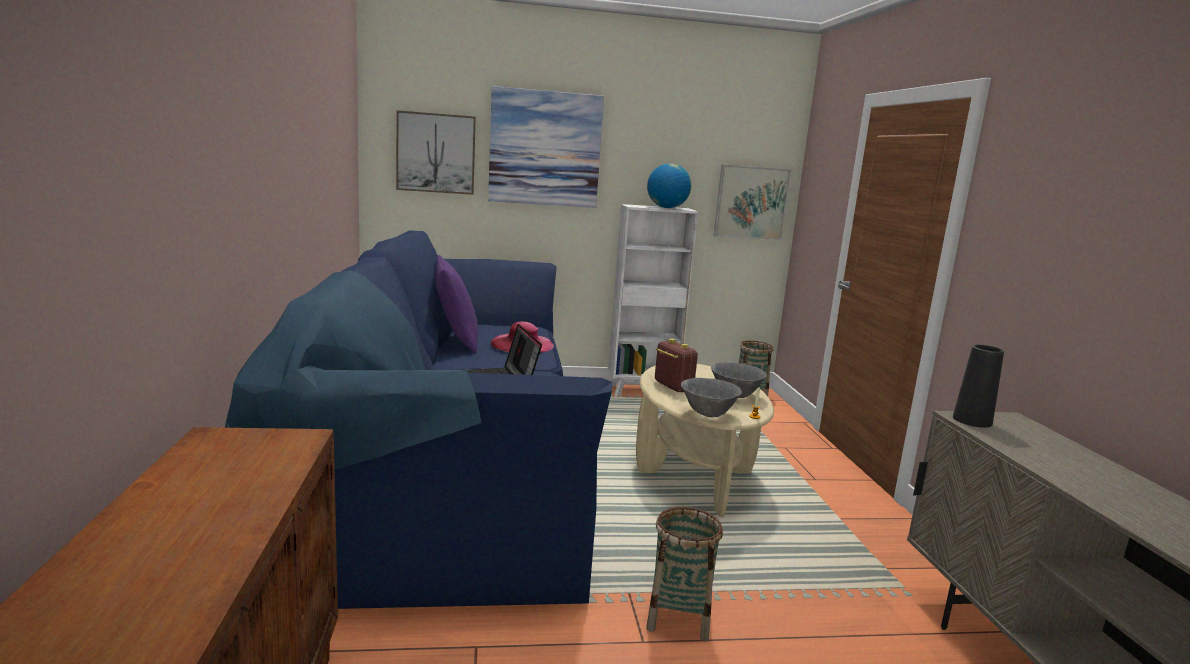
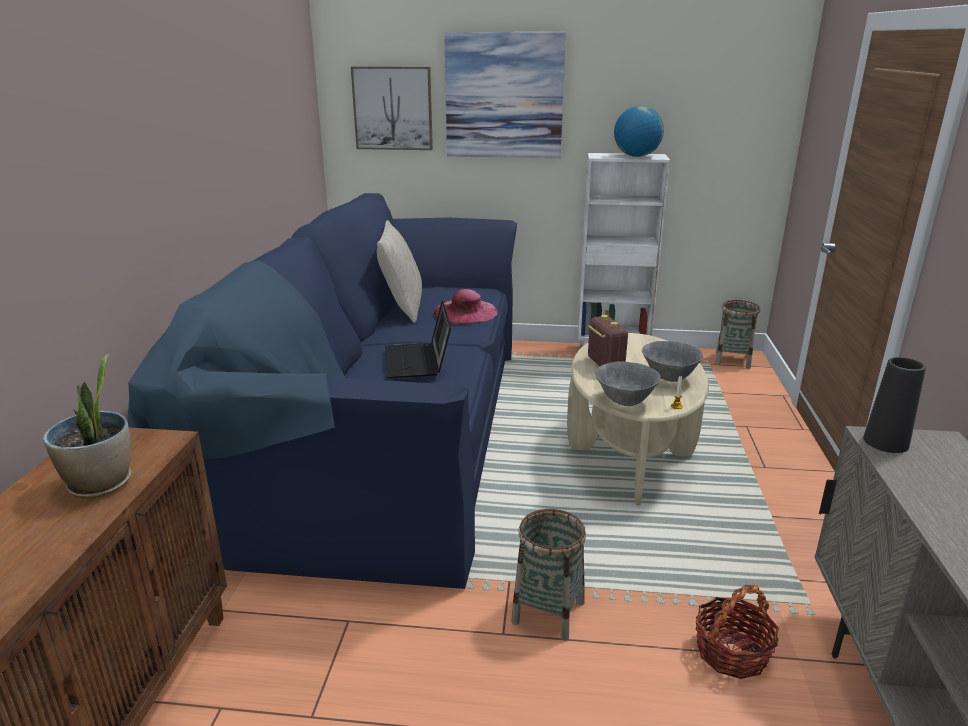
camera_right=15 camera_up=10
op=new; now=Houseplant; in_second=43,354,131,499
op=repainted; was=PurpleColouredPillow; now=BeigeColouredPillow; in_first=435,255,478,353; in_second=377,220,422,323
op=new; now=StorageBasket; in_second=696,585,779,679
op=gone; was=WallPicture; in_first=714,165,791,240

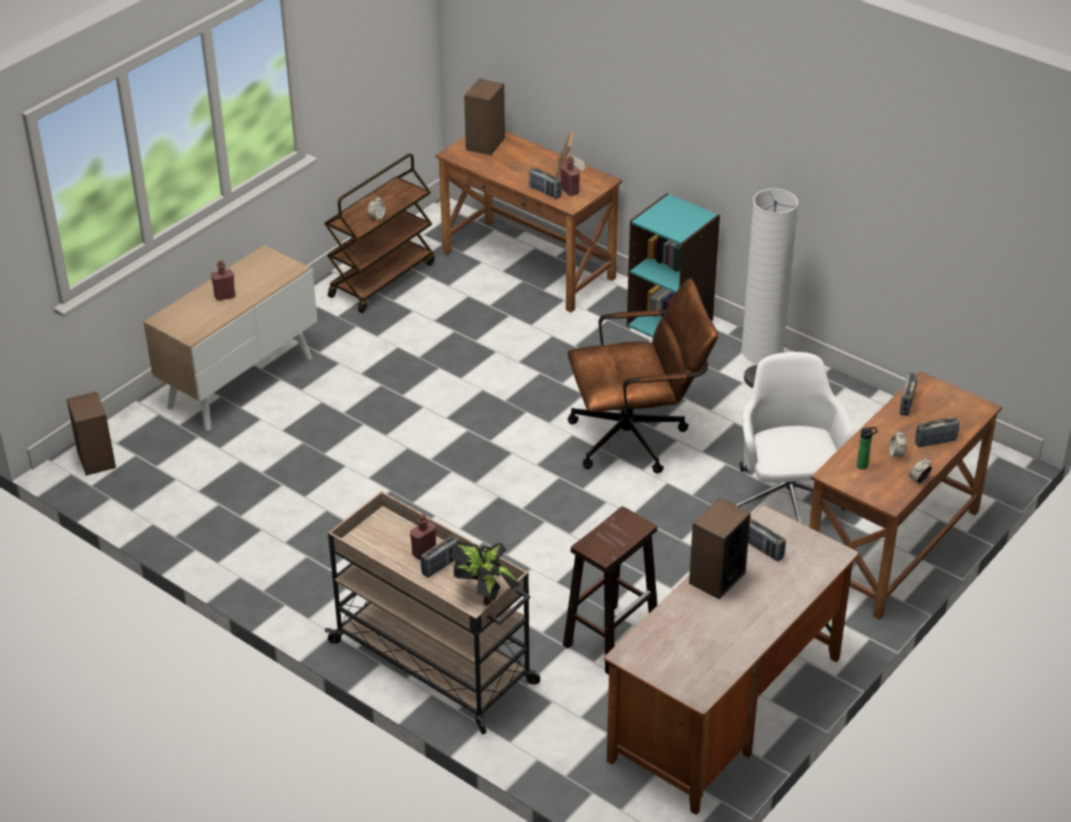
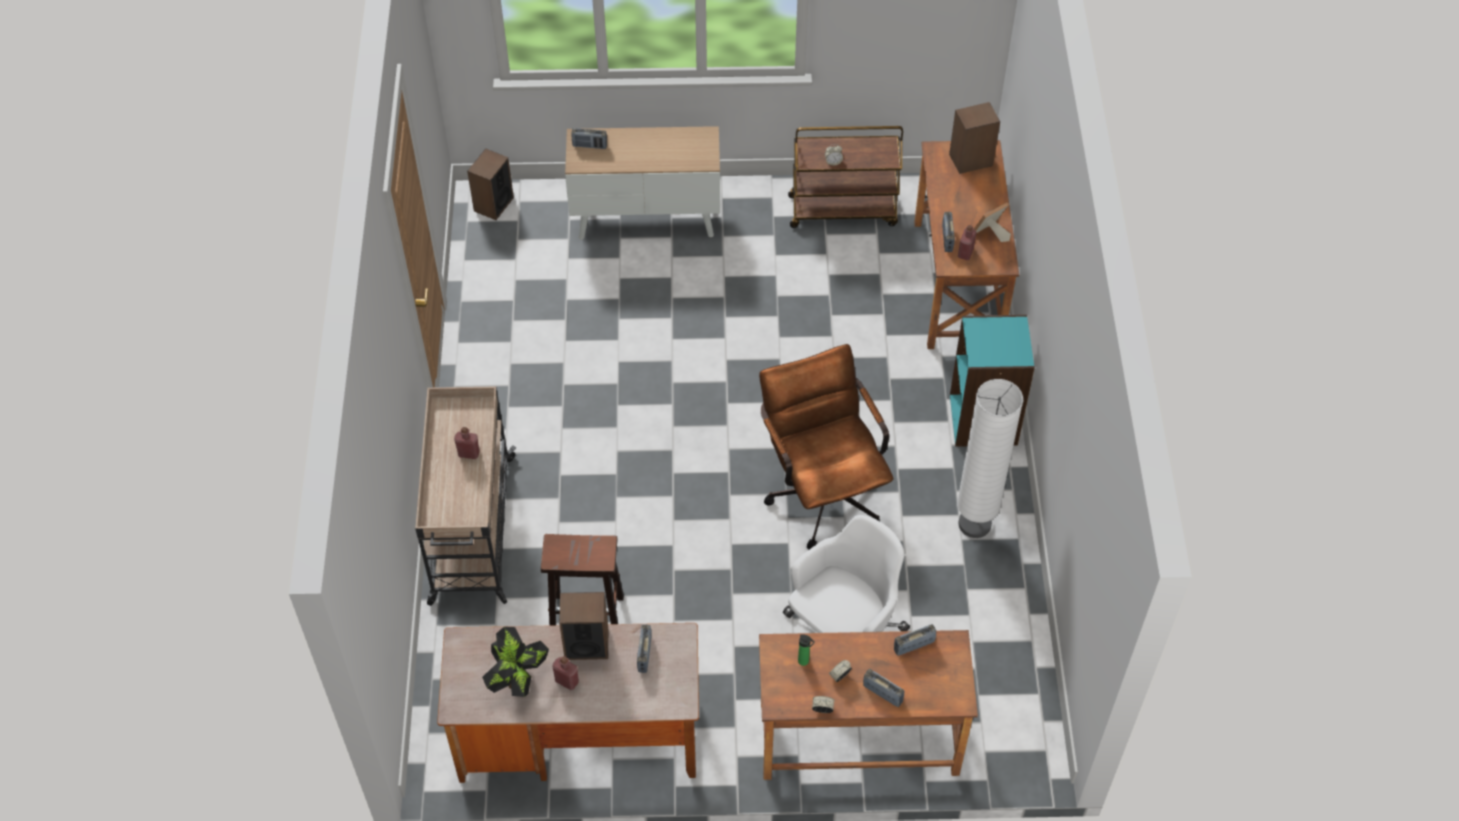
camera_right=50 camera_up=15
op=shifted; was=Houseplant; in_first=450,542,521,606; in_second=482,627,549,697
op=shifted; was=ReddishBeverageBottle; in_first=211,260,236,301; in_second=552,656,579,690
op=shifted; was=RadioSet; in_first=421,535,460,578; in_second=571,128,607,149
op=rotated; was=BrownColouredOfficeChair; in_first=567,278,718,473; in_second=759,344,893,549; clockwise=-150

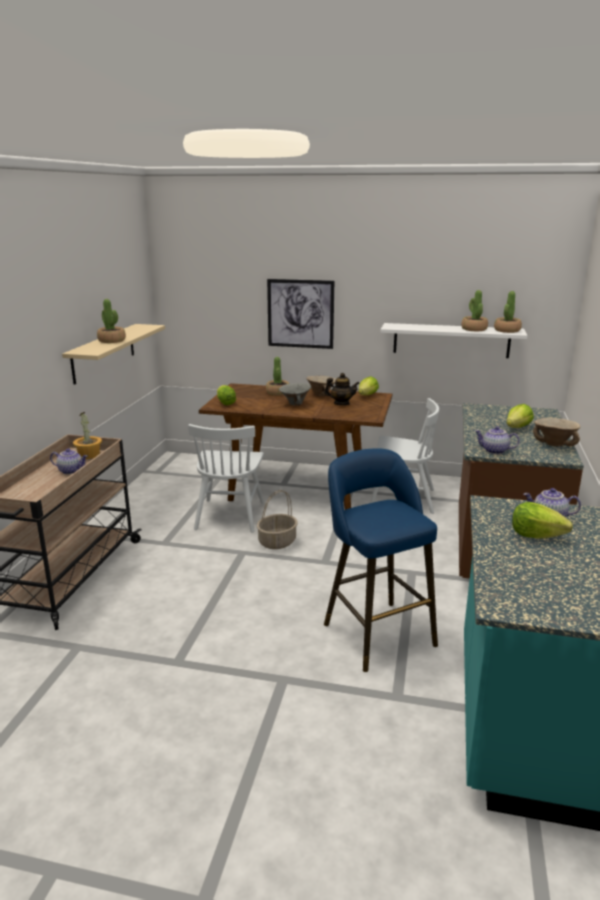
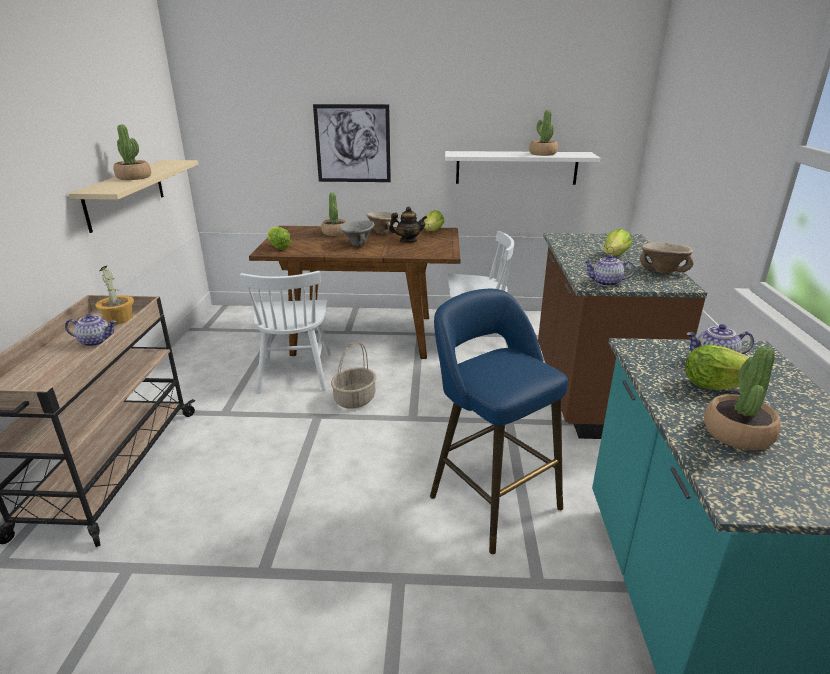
camera_right=-10 camera_up=5
op=shifted; was=Houseplant; in_first=494,291,522,333; in_second=704,346,781,450

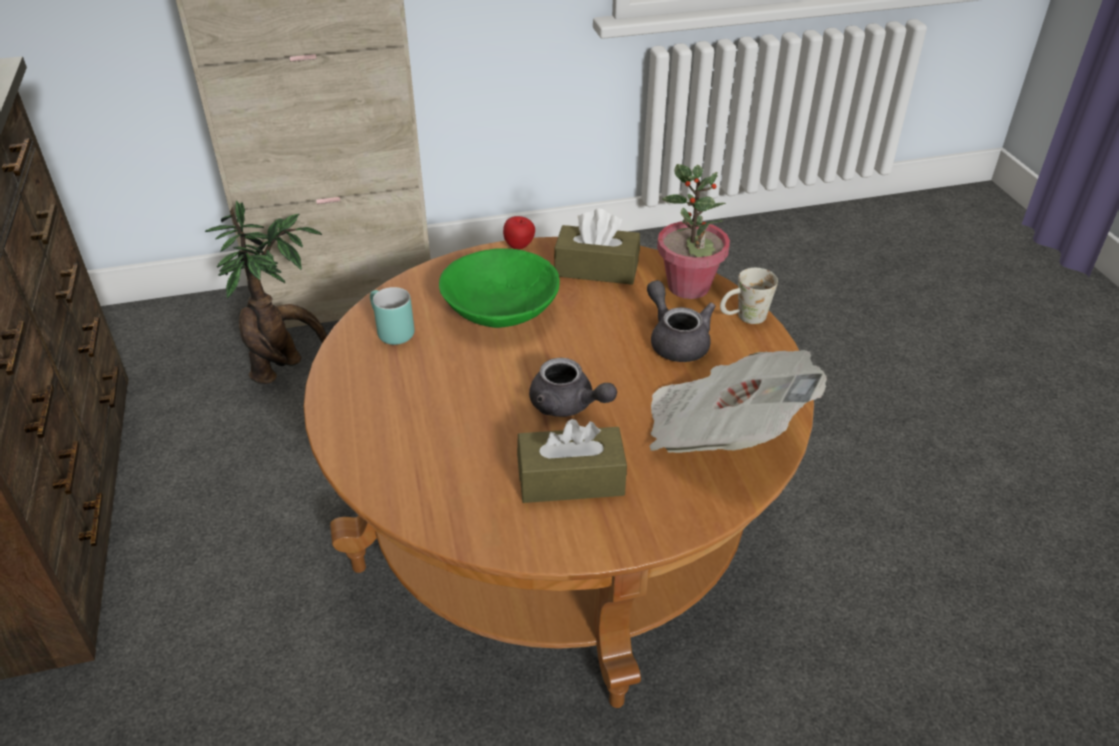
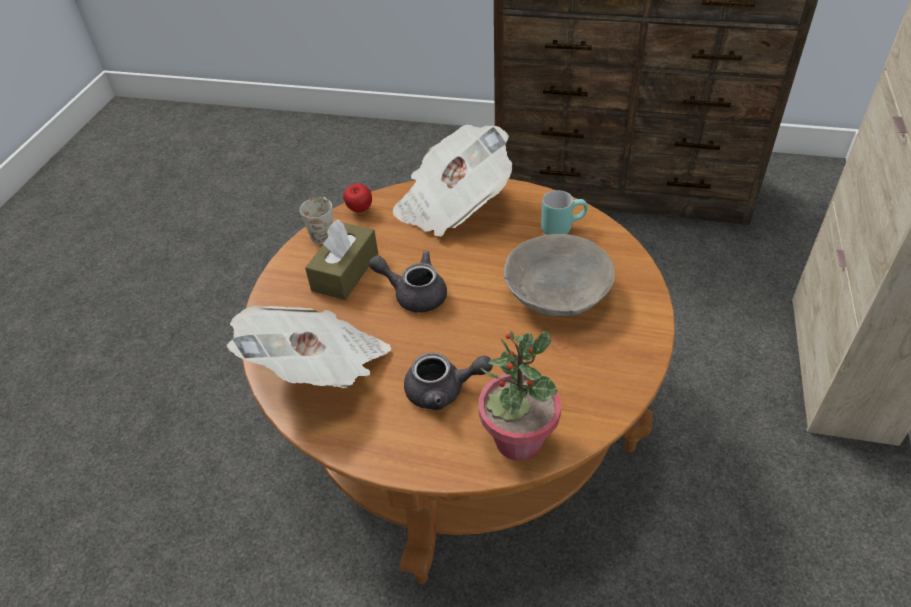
camera_right=120 camera_up=5
op=shifted; was=WhiteColouredMug; in_first=720,268,778,324; in_second=300,197,333,244
op=shifted; was=Apple; in_first=503,216,535,249; in_second=343,184,372,213
op=rotated; was=GrayTeapot; in_first=529,358,617,417; in_second=369,250,447,313; clockwise=45
op=new; now=PrintedPaper; in_second=393,124,512,237
op=repainted; was=GreenishServingBowl; now=GrayServingBowl; in_first=439,248,560,328; in_second=504,234,615,316
op=gone; was=Houseplant; in_first=205,201,327,384
op=gone; was=BrownColouredTissueHolder; in_first=554,209,640,285

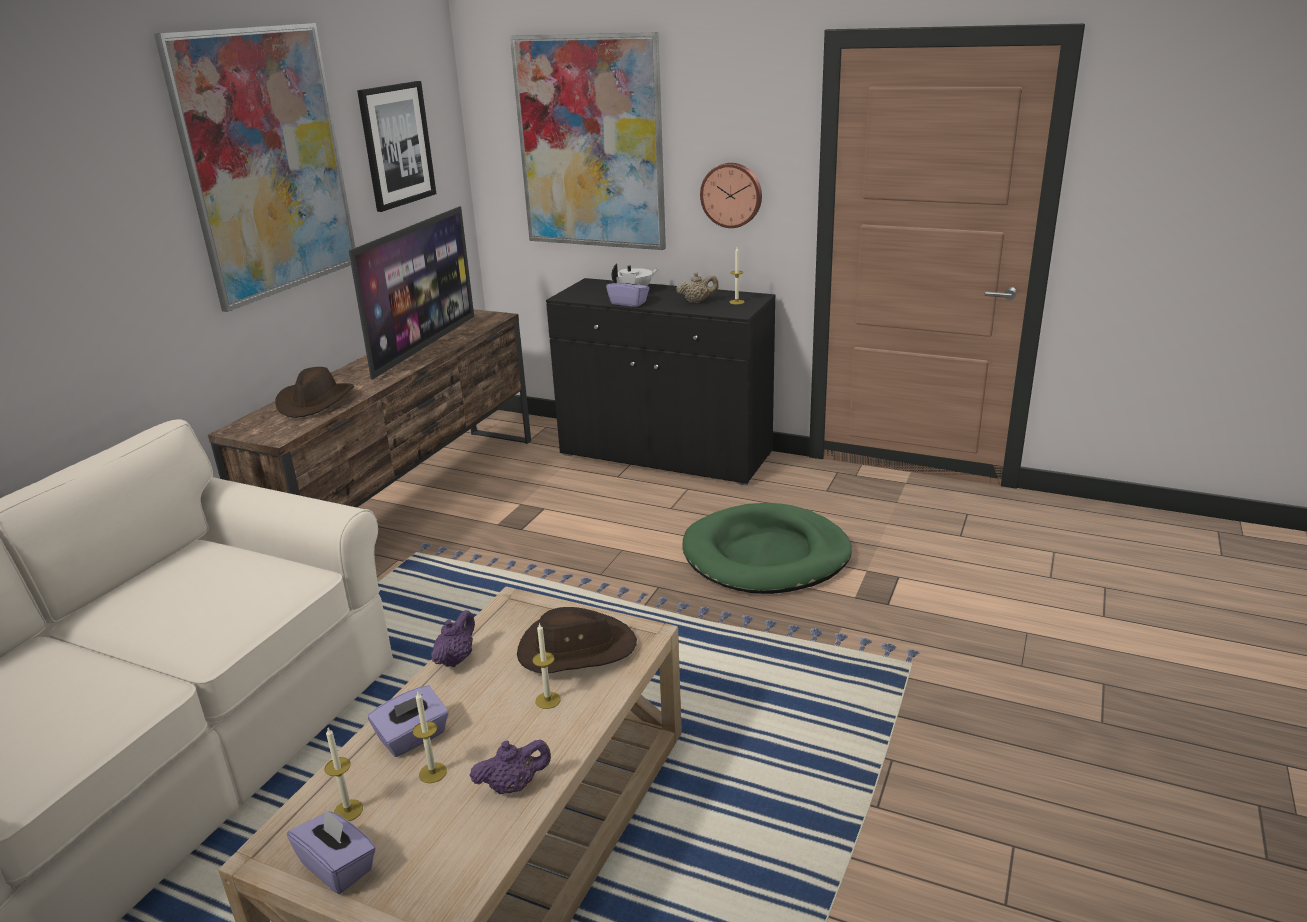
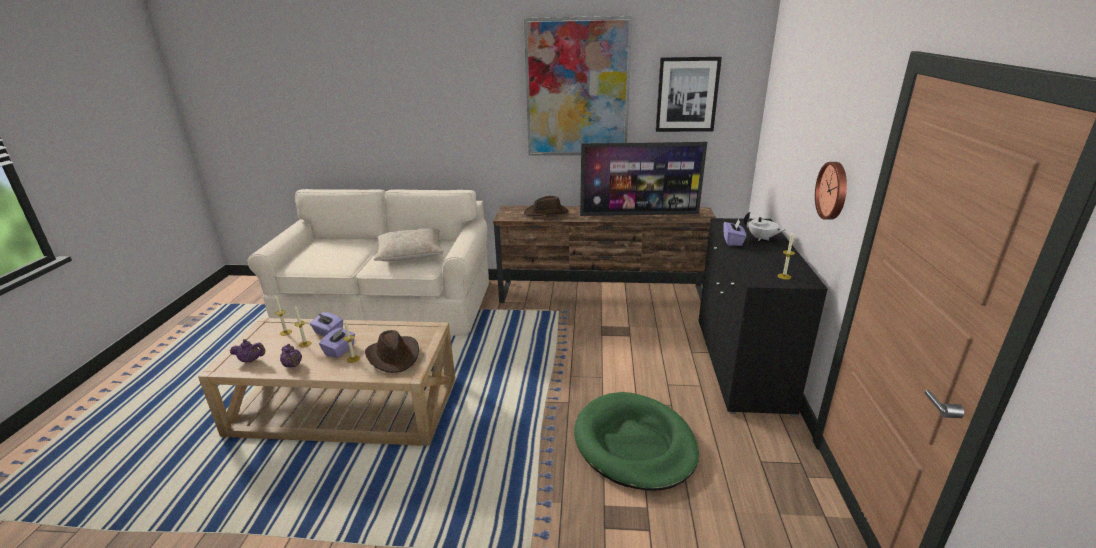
camera_right=70 camera_up=0
op=shifted; was=PurpleColouredTeapot; in_first=432,610,475,667; in_second=230,339,265,363
op=shifted; was=PurpleColouredTissueHolder; in_first=287,808,376,894; in_second=319,327,355,358
op=new; now=BeigeColouredPillow; in_second=373,228,444,261
op=gone; was=WallPicture; in_first=510,32,666,250
op=gone; was=BeigeColouredTeapot; in_first=676,272,718,303

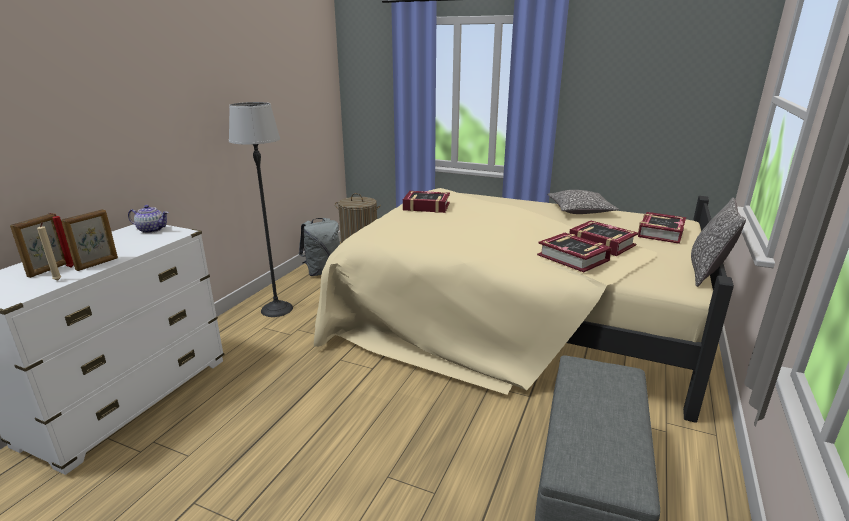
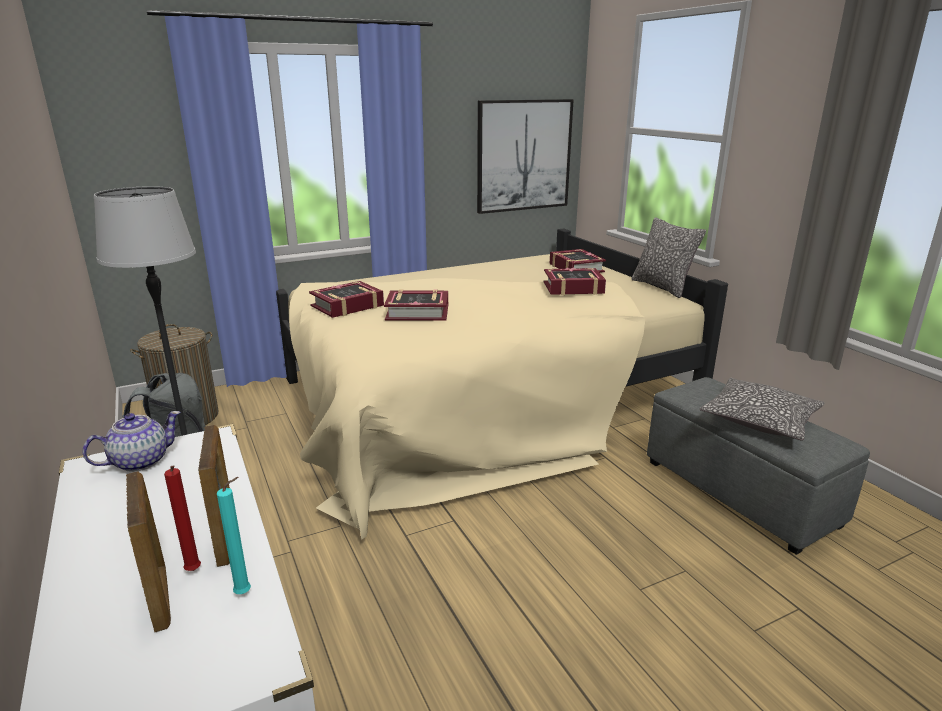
camera_right=-50 camera_up=0
op=repainted; was=BeigeColouredWaxLight; now=TurquoiseWaxLight; in_first=37,222,61,281; in_second=217,477,251,594
op=shifted; was=Volume; in_first=537,233,612,272; in_second=384,290,448,321
op=new; now=WallPicture; in_second=477,99,574,214
op=shifted; was=Pillow; in_first=547,190,619,214; in_second=700,378,824,441

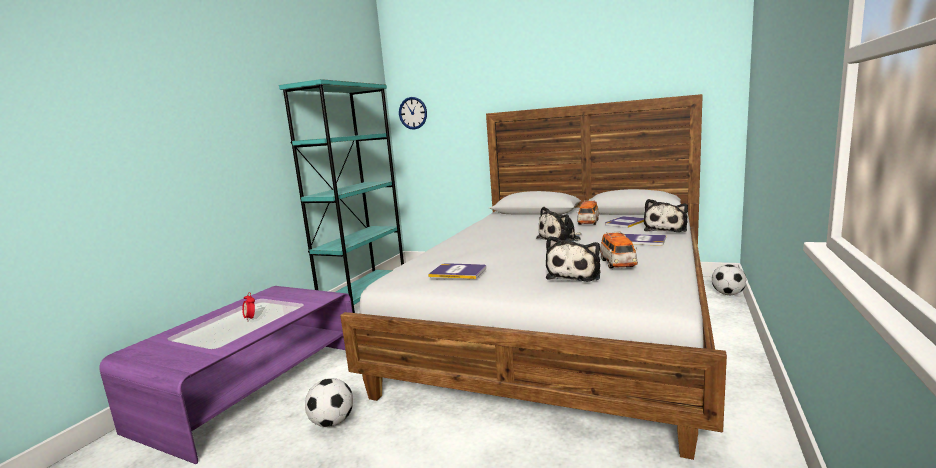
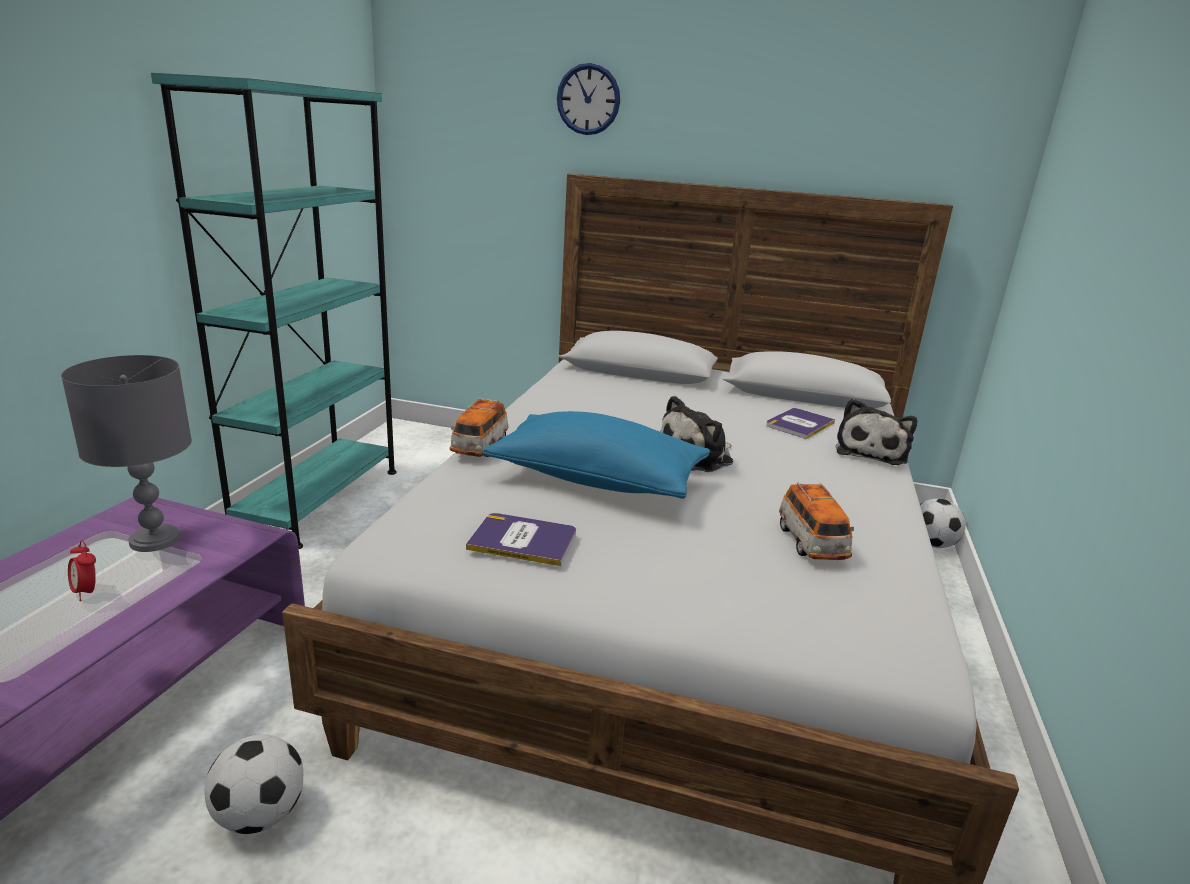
camera_right=-10 camera_up=10
op=new; now=GrayTabletopLamp; in_second=61,355,192,552
op=shifted; was=ToyCar; in_first=577,200,599,225; in_second=450,398,509,457
op=new; now=BluePillow; in_second=483,411,710,499
op=shifted; was=HangingClock; in_first=399,97,427,130; in_second=557,63,620,135
op=gone; was=SoftToy; in_first=546,236,600,282
op=gone; was=Volume; in_first=624,234,666,246

